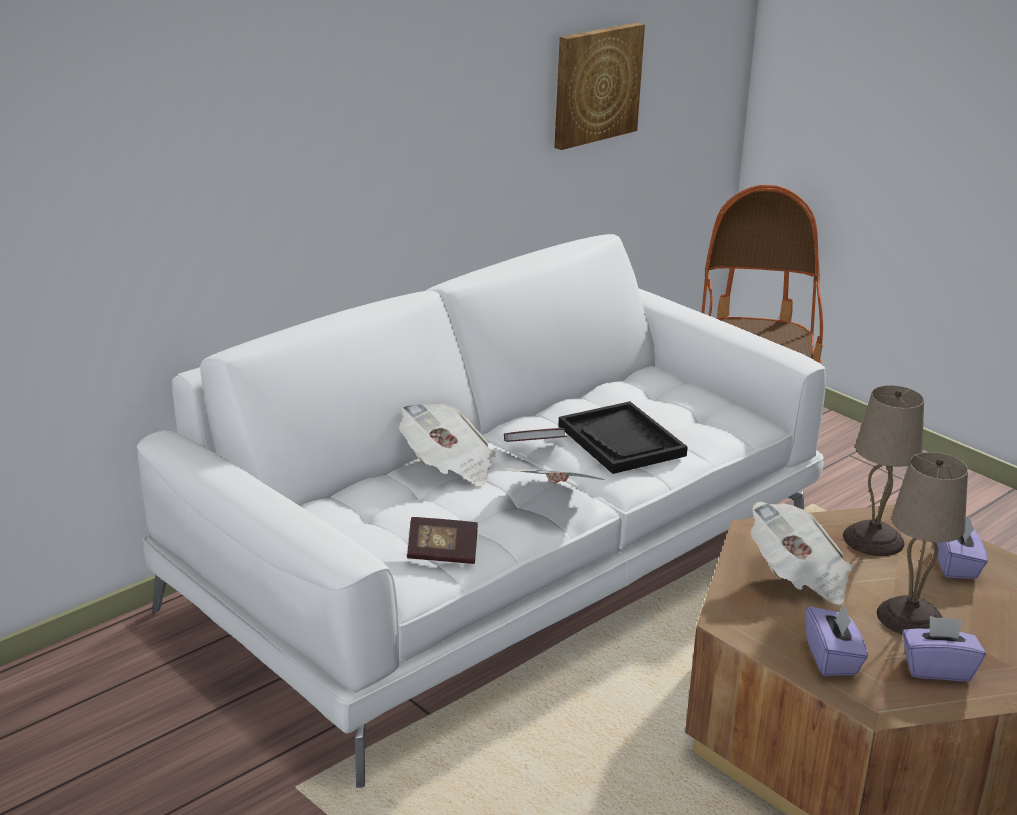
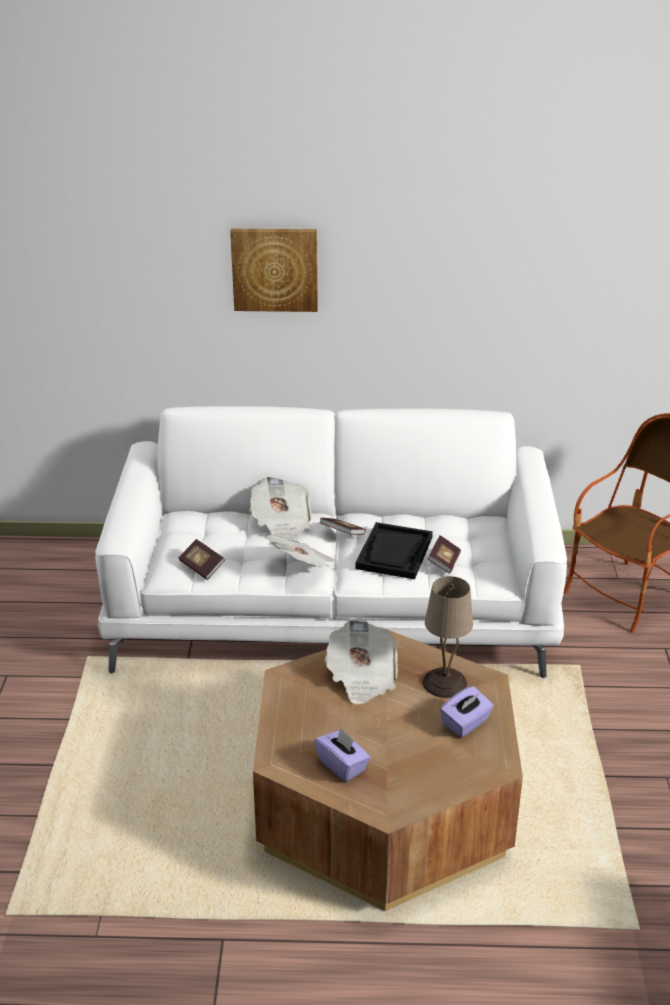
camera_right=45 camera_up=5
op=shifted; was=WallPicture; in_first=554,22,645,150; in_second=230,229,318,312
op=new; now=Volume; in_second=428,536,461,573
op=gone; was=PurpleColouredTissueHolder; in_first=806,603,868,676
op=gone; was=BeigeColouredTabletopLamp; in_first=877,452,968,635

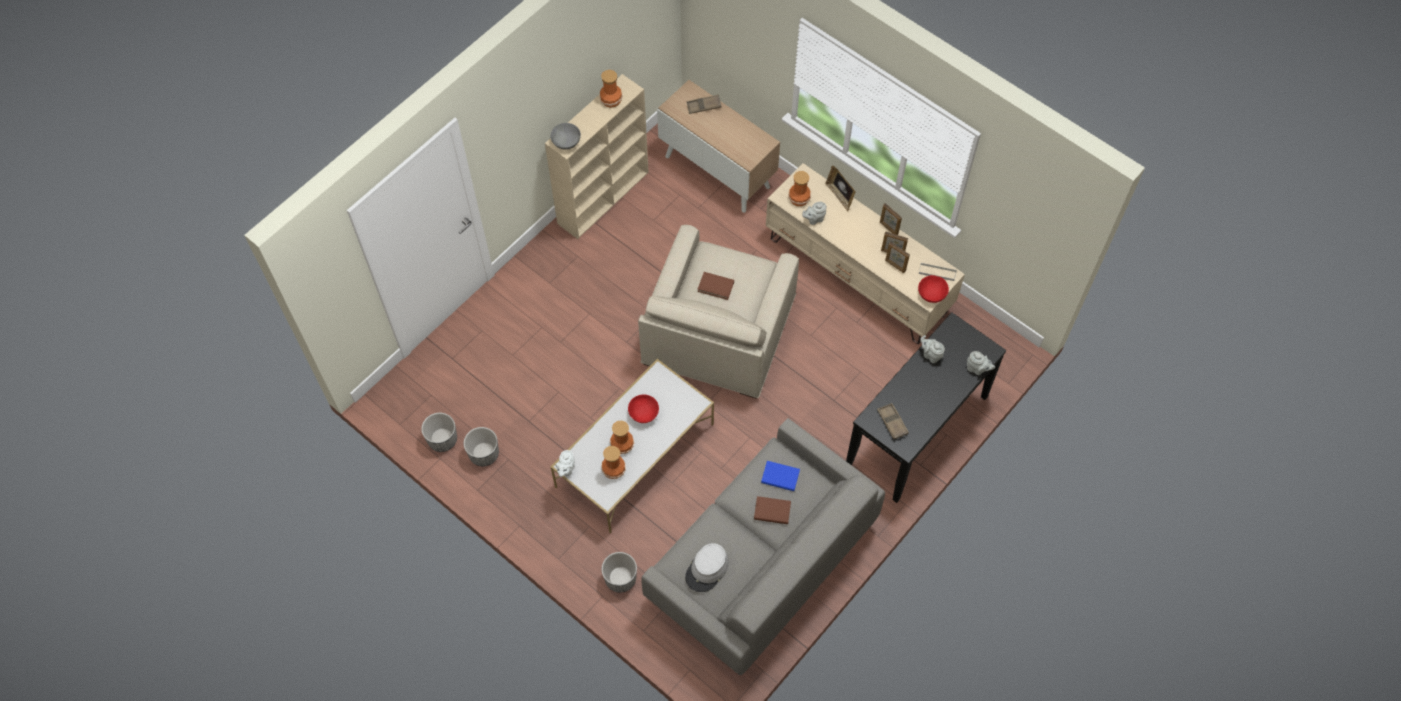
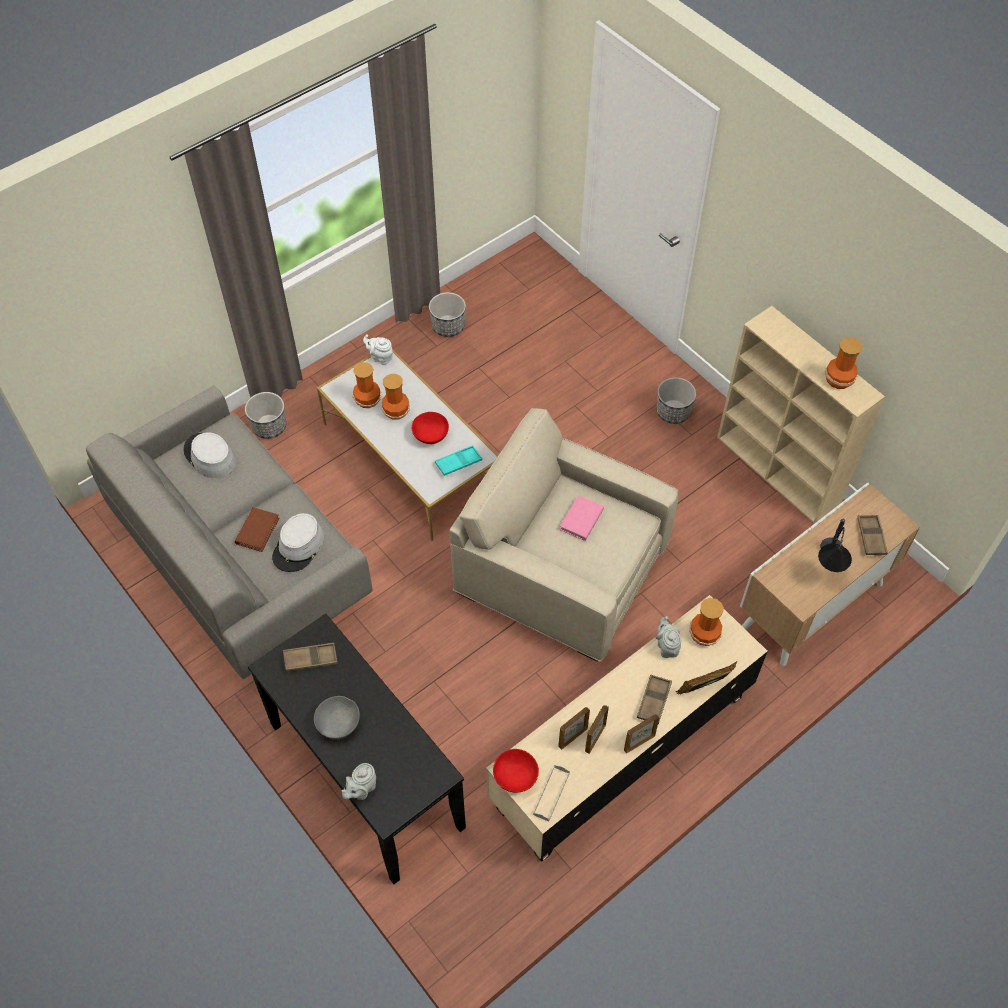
camera_right=100 camera_up=-5
op=swapped; was=BlueVolume; now=GrayWearableHat; in_first=761,461,800,491; in_second=272,513,324,572
op=shifted; was=GrayServingBowl; in_first=550,123,581,150; in_second=314,696,360,740
op=new; now=TurquoiseServingTray; in_second=435,445,482,476
op=repainted; was=BrownColouredVolume; now=PinkVolume; in_first=698,272,734,300; in_second=560,495,604,541
op=new; now=BrownColouredServingTray; in_second=637,674,672,725
op=shifted; was=FlowerPot; in_first=421,413,457,452; in_second=656,377,696,424
op=new; now=TabletopLamp; in_second=818,518,852,572
op=gone; was=GrayTeapot; in_first=920,335,945,363

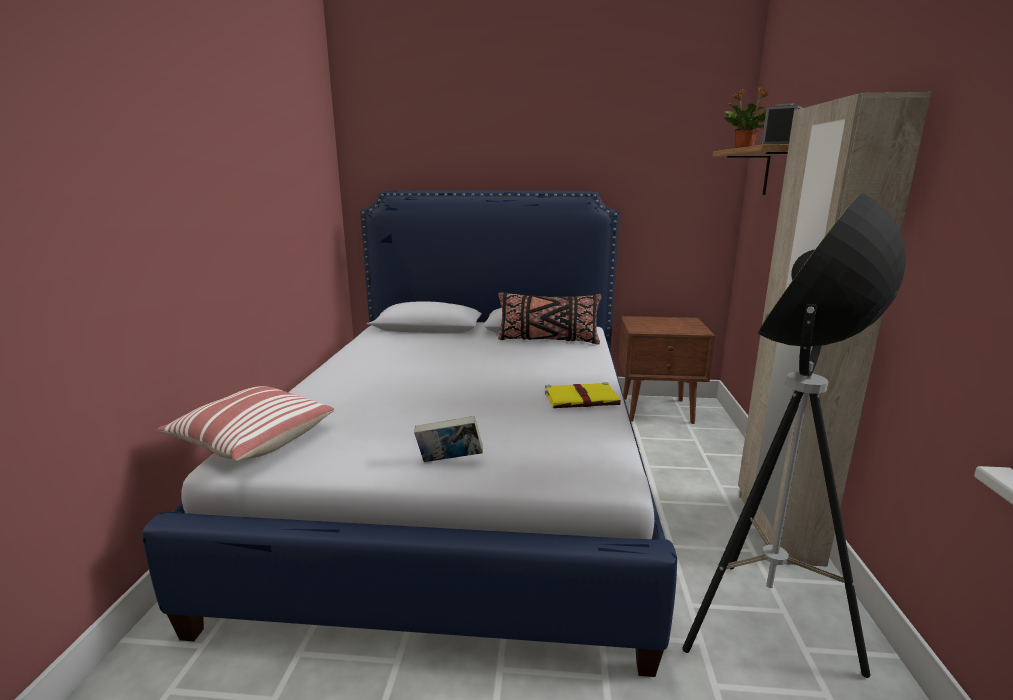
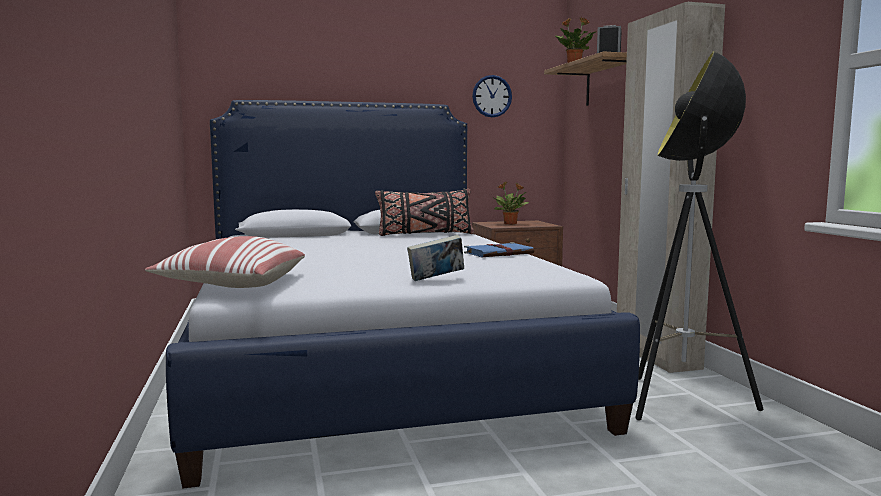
camera_right=-20 camera_up=-10
op=repainted; was=YellowishVolume; now=BlueVolume; in_first=545,382,621,408; in_second=464,242,535,257
op=new; now=HangingClock; in_second=472,75,512,117
op=new; now=Houseplant; in_second=494,182,529,225

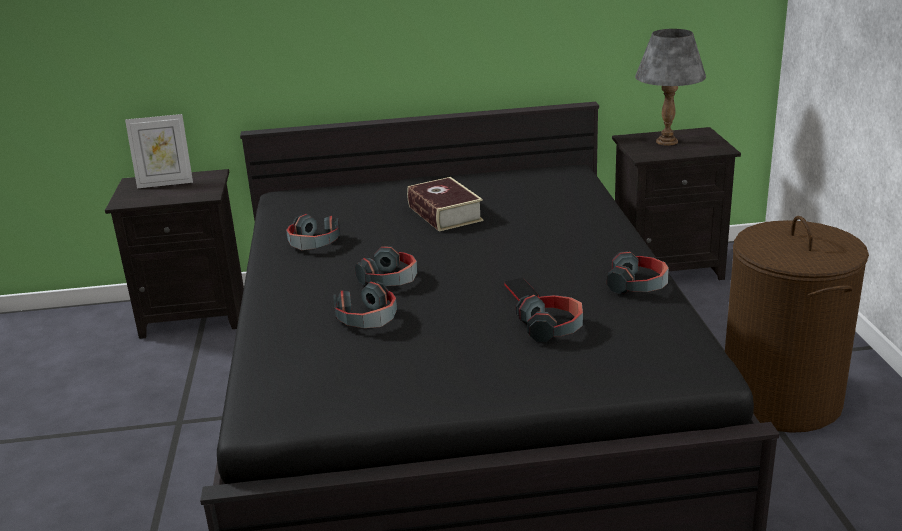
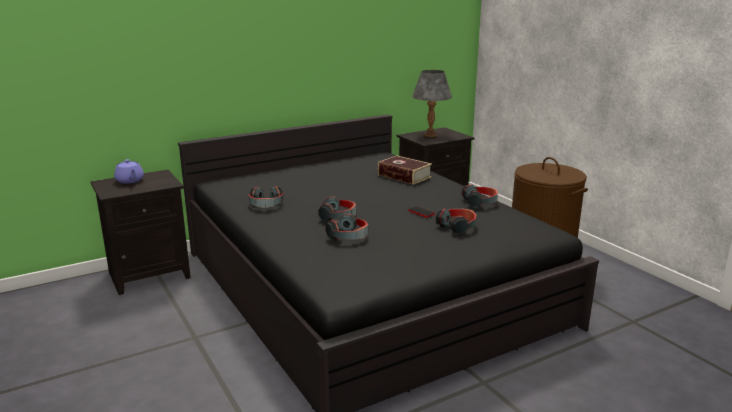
camera_right=-25 camera_up=-5
op=swapped; was=StandingFrame; now=PurpleColouredTeapot; in_first=125,114,193,188; in_second=114,159,144,184
op=shifted; was=Volume; in_first=407,177,484,232; in_second=378,156,432,185

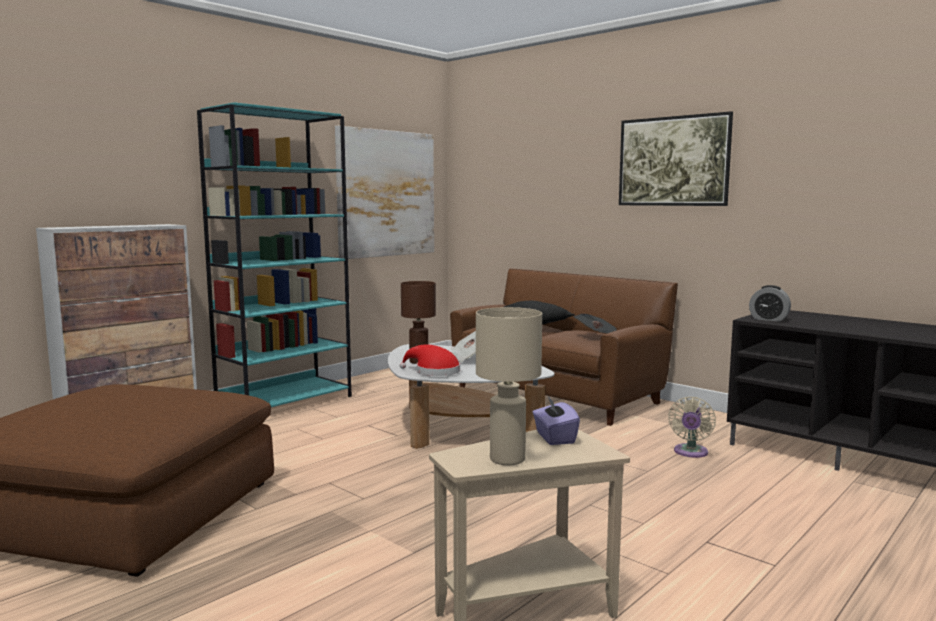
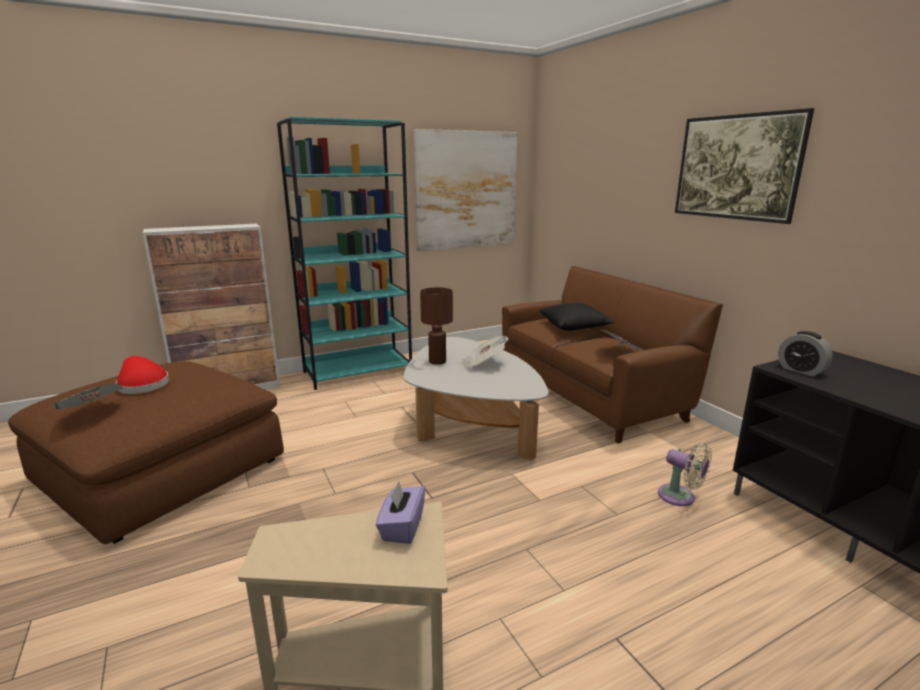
camera_right=20 camera_up=10
op=new; now=PrintedPaper; in_second=53,383,123,410
op=shifted; was=ReddishWearableHat; in_first=400,345,460,376; in_second=116,356,169,394
op=rotated; was=BeigeColouredCoolingFan; in_first=668,397,716,458; in_second=658,442,712,506; clockwise=-90
op=gone; was=BeigeColouredTabletopLamp; in_first=476,307,542,465

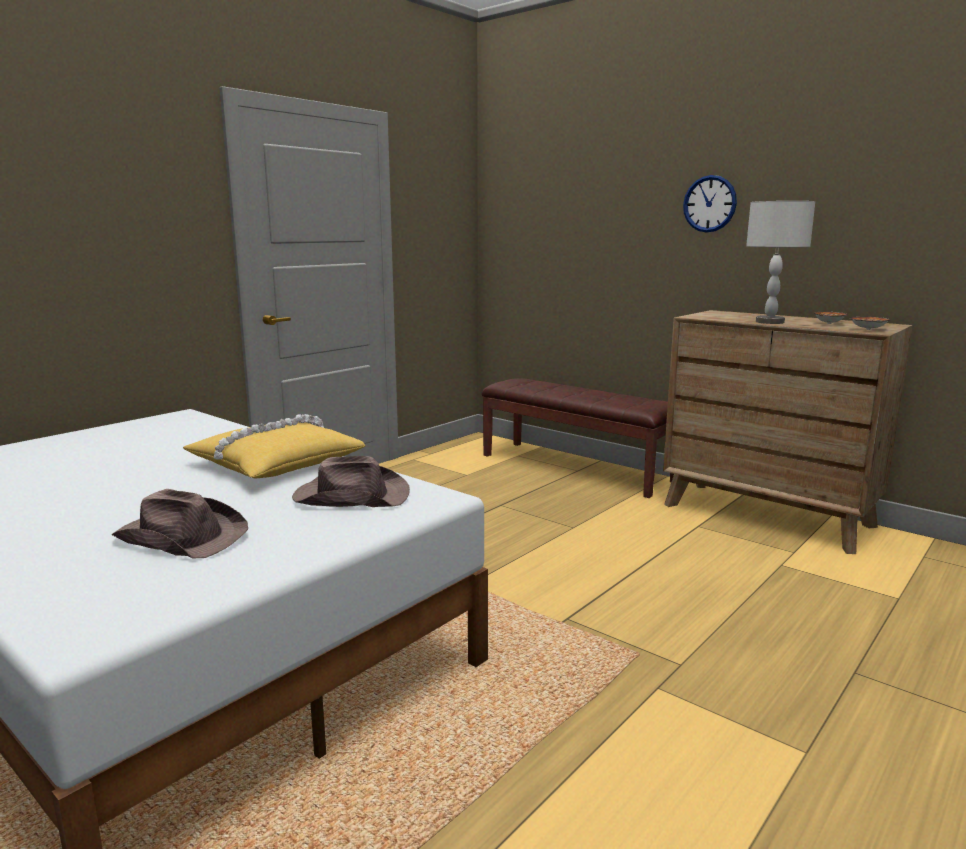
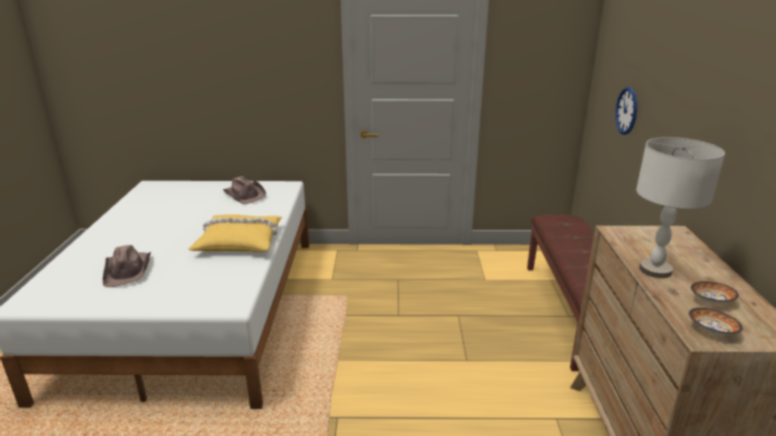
camera_right=50 camera_up=10
op=shifted; was=BrownColouredWearableHat; in_first=292,456,410,507; in_second=223,176,266,204
op=shifted; was=HangingClock; in_first=683,175,737,233; in_second=615,87,637,135

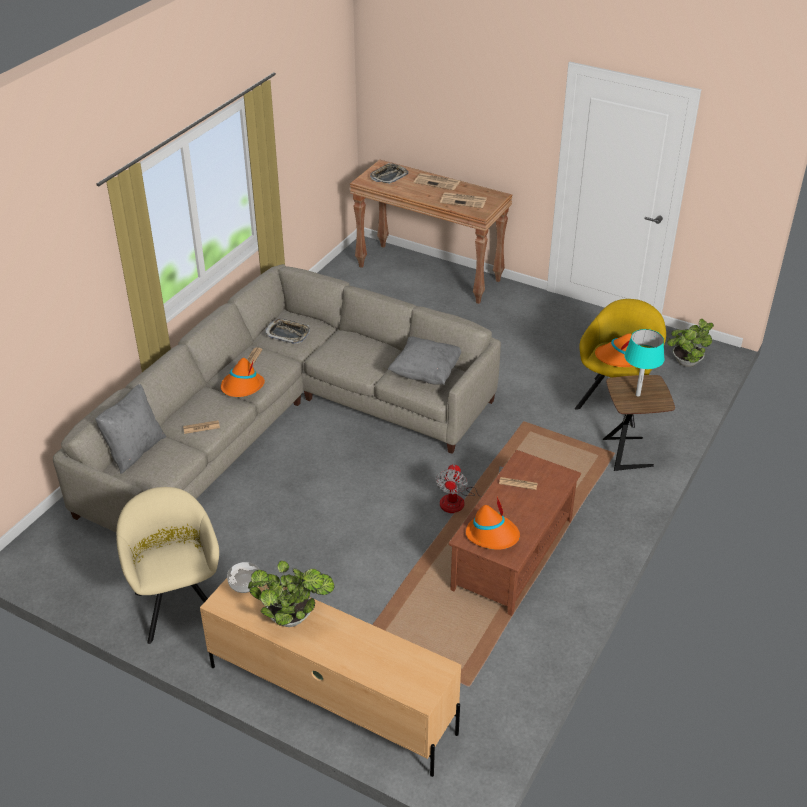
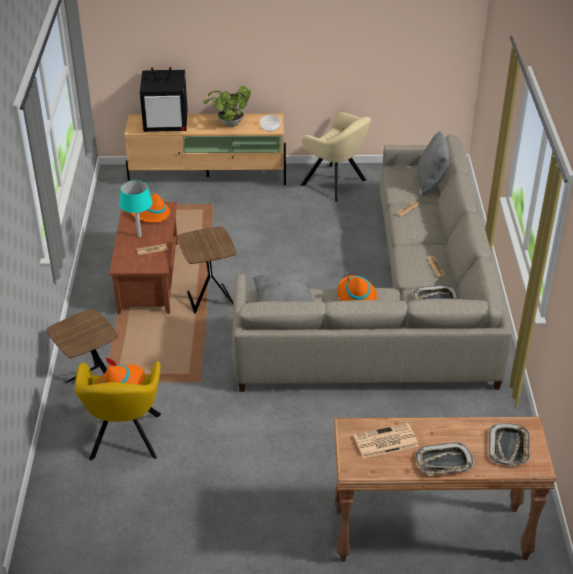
camera_right=150 camera_up=0
op=shifted; was=TurquoiseTabletopLamp; in_first=624,329,664,397; in_second=119,180,153,237
op=new; now=TvSet; in_second=140,67,188,132
op=swapped; was=CoolingFan; now=BrownColouredSideTable; in_first=435,464,503,513; in_second=177,227,236,314
op=shifted; was=OrangeColouredWearableHat; in_first=221,358,265,397; in_second=338,275,377,301
op=swapped; was=PrintedPaper; now=ServingTray; in_first=414,173,460,190; in_second=416,442,475,475
op=gone; was=Houseplant; in_first=667,319,714,367

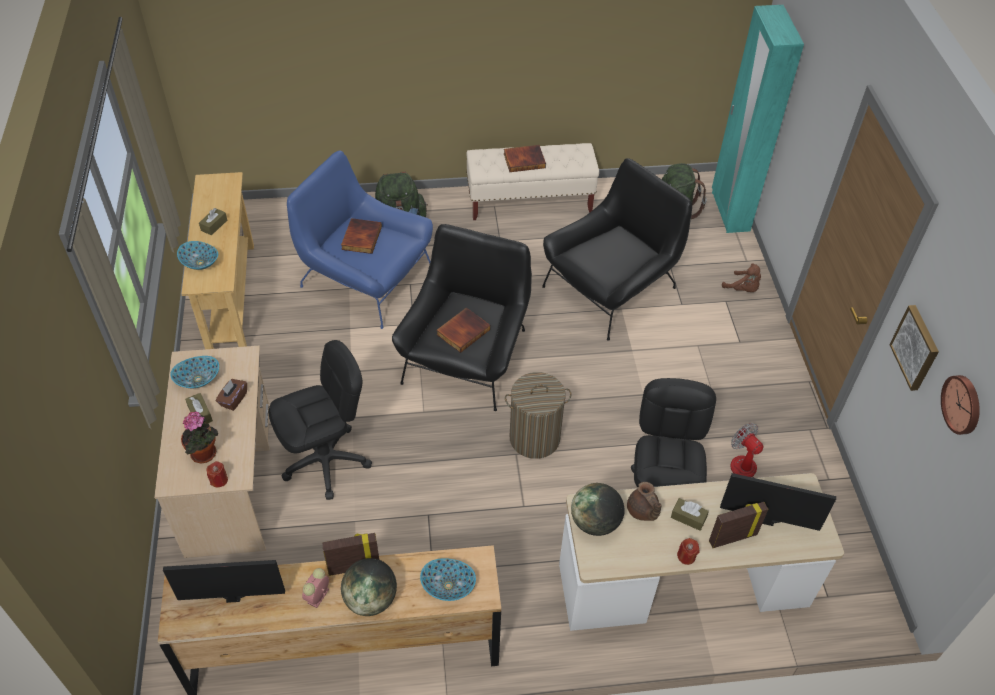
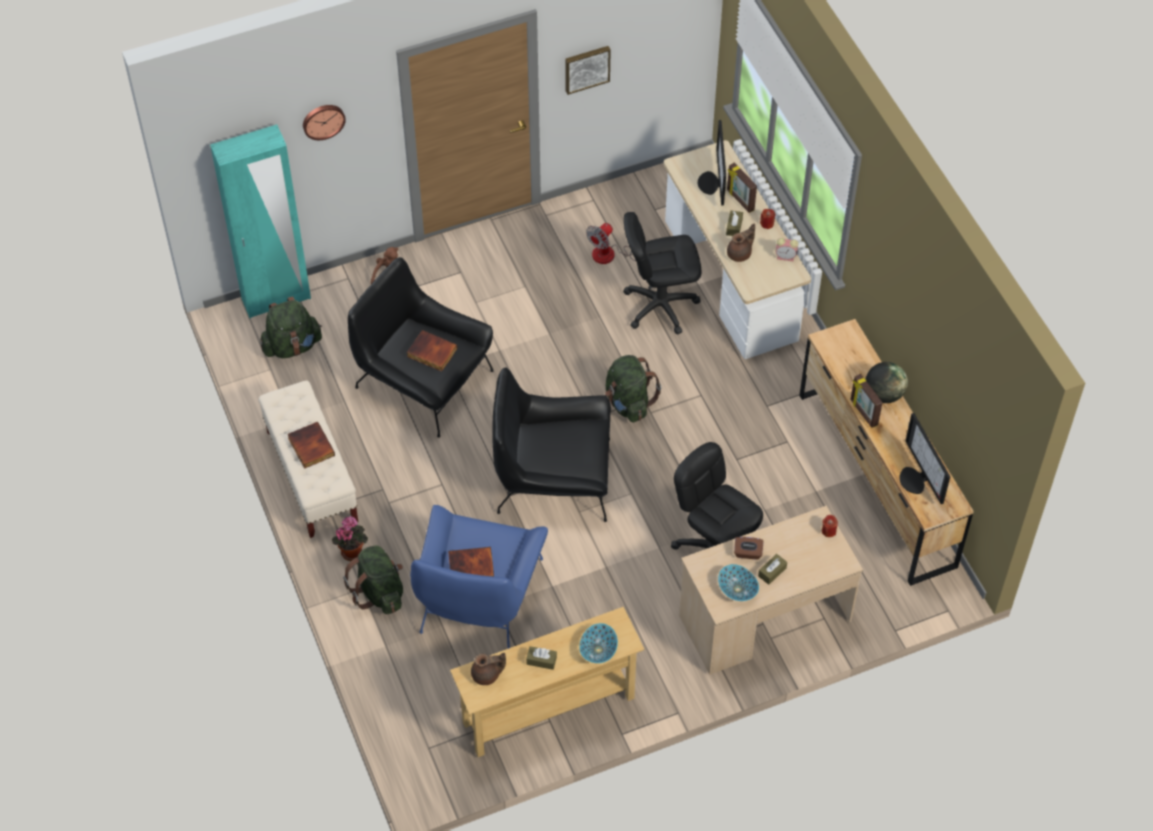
camera_right=-105 camera_up=5
op=shifted; was=HangingClock; in_first=941,375,980,435; in_second=303,105,346,140
op=shifted; was=Houseplant; in_first=181,412,218,464; in_second=332,516,368,561
op=shifted; was=Volume; in_first=436,308,490,353; in_second=407,330,458,372
op=new; now=BrownColouredTeapot; in_second=471,653,506,685
op=swapped; was=WashingBasket; now=GreenishBackpack; in_first=505,372,572,459; in_second=605,355,661,423
op=shifted; was=AlarmClock; in_first=302,568,329,608; in_second=776,238,798,261
op=gone; was=ServingBowl; in_first=420,558,476,601
op=gone; was=DeskGlobe; in_first=571,483,625,536

